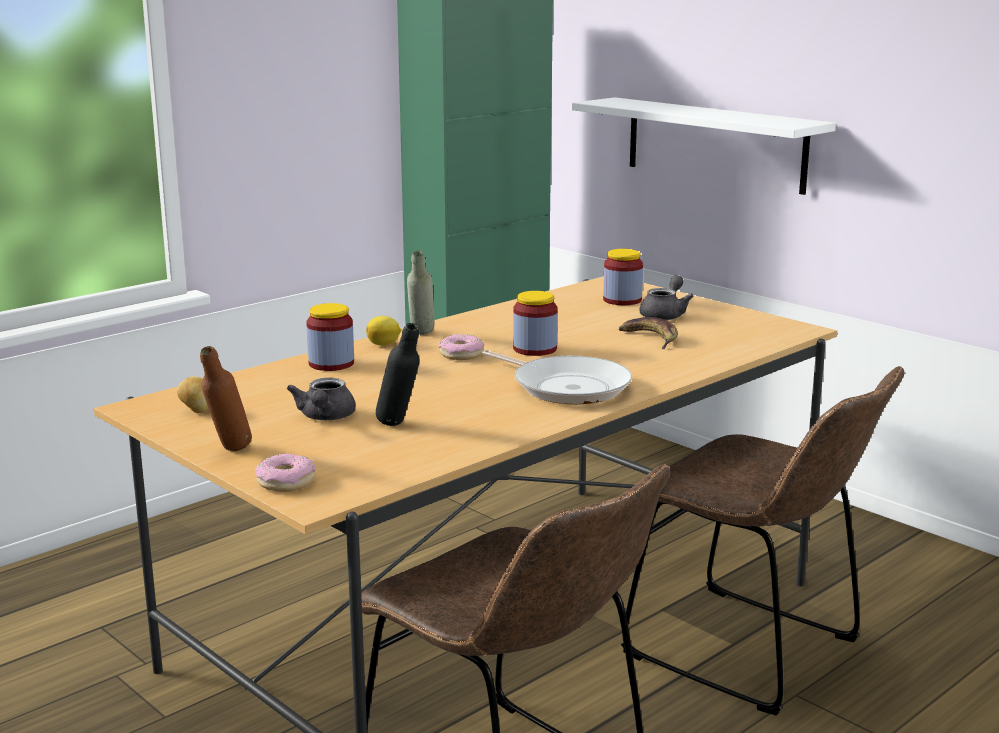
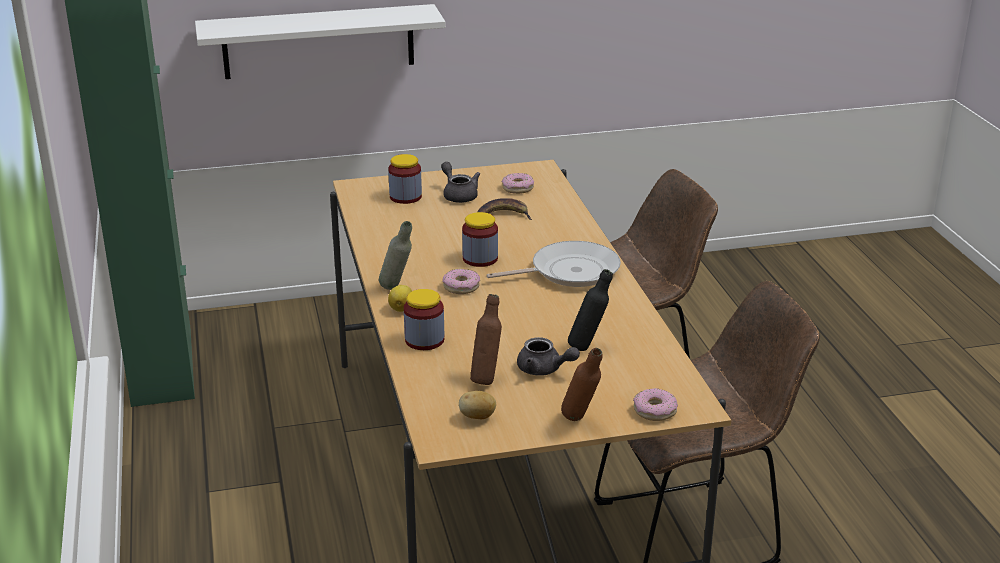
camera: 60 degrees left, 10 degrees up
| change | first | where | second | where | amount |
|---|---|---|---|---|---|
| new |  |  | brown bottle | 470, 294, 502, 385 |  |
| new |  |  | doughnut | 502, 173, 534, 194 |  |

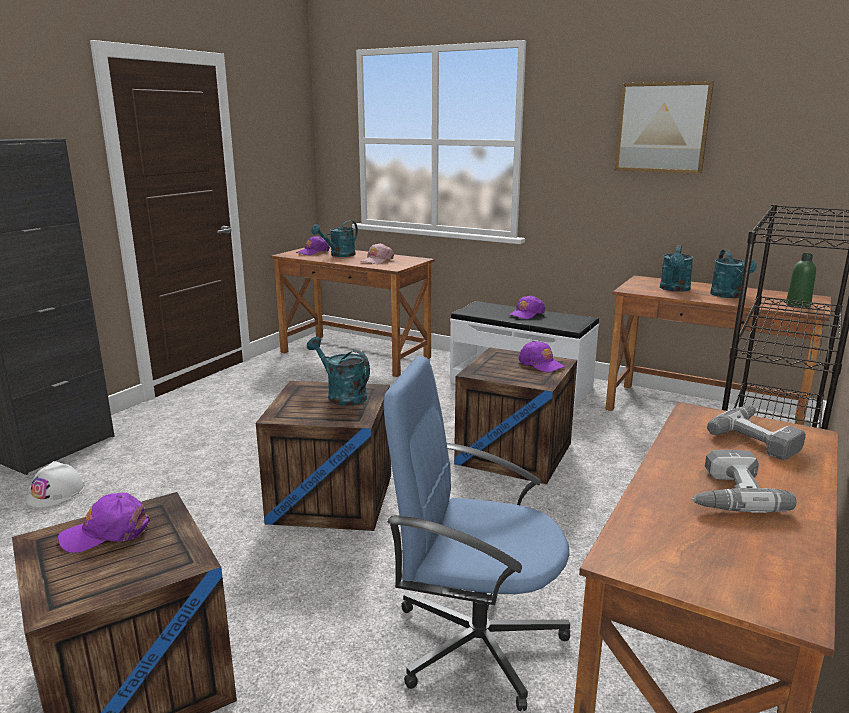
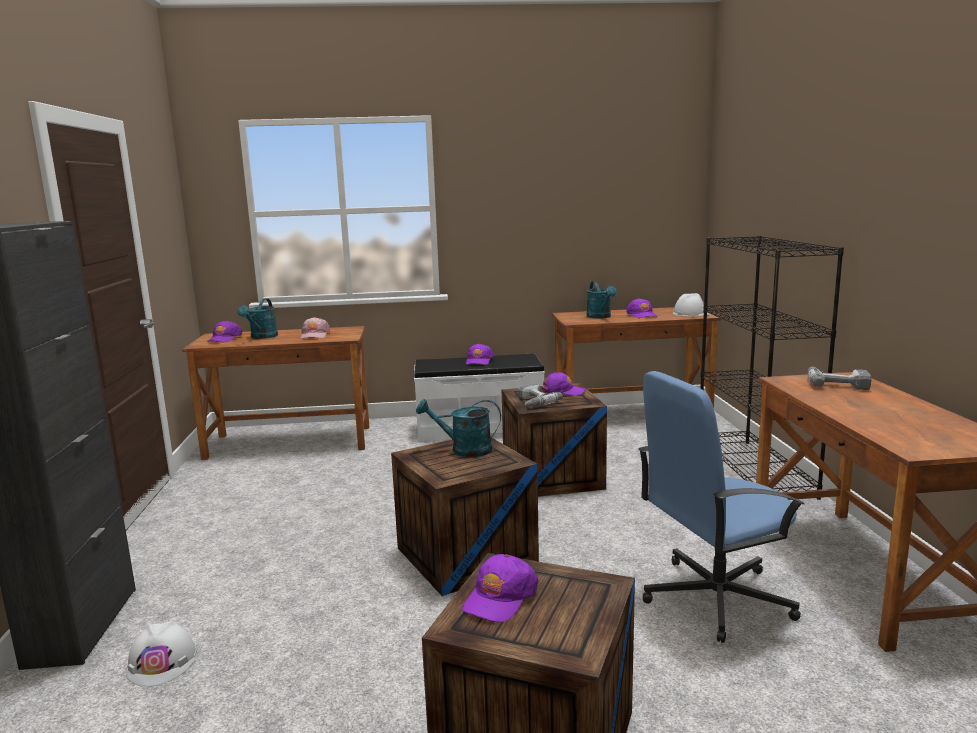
camera: 35 degrees left, 5 degrees down
| change | first | where | second | where | amount |
|---|---|---|---|---|---|
| shifted | power drill | 691, 450, 796, 513 |  | 518, 383, 563, 407 |  |
| swapped | turquoise-coloured watering pot | 710, 250, 757, 298 | purplish peaked cap | 626, 298, 657, 318 |  |
| swapped | greenish bottle | 786, 253, 816, 308 | white work helmet | 672, 293, 710, 317 |  |
| gone | wall art | 615, 81, 714, 174 |  |  |  |

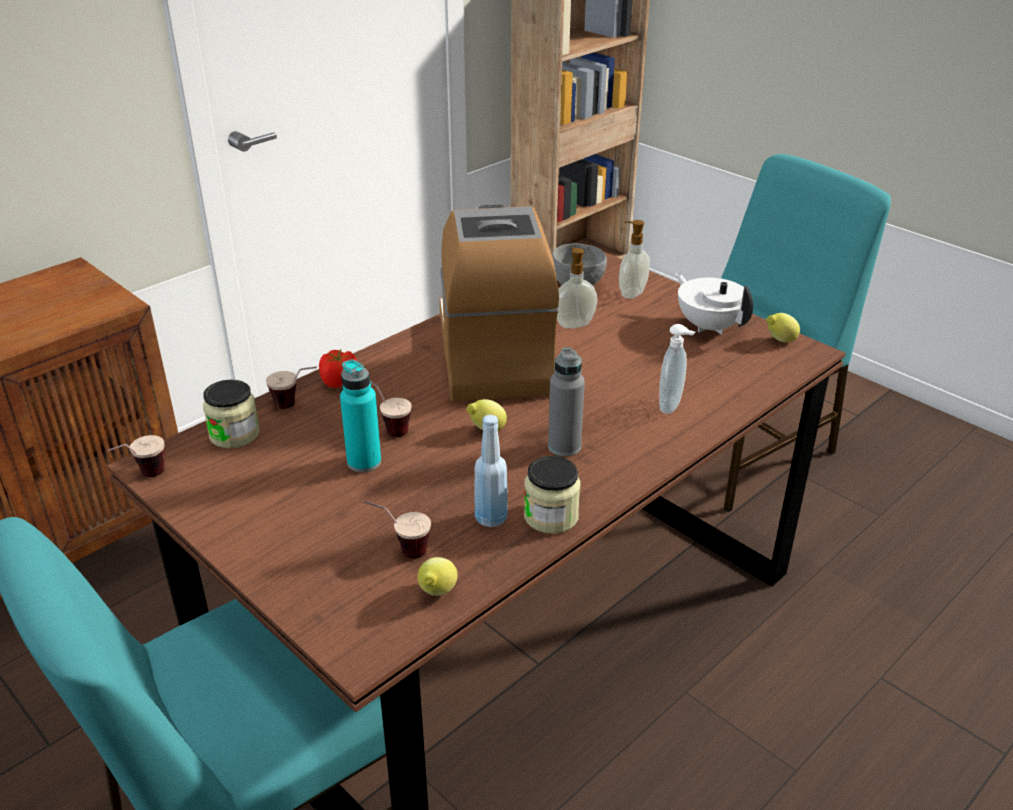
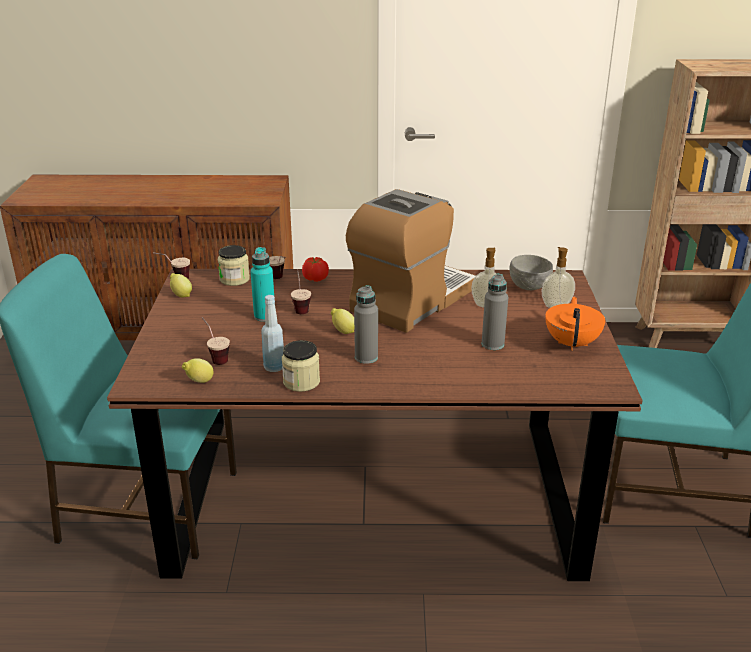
camera: 45 degrees right, 5 degrees down
| change | first | where | second | where | amount |
|---|---|---|---|---|---|
| shifted | whole lemon | 766, 313, 800, 343 |  | 170, 273, 192, 298 |  |
| new |  |  | gray bottle | 482, 274, 508, 350 |  |
| repainted | white teapot | 675, 273, 753, 334 | orange-coloured teapot | 545, 296, 605, 351 |  |
| gone | liquid soap bottle | 659, 324, 695, 414 |  |  |  |

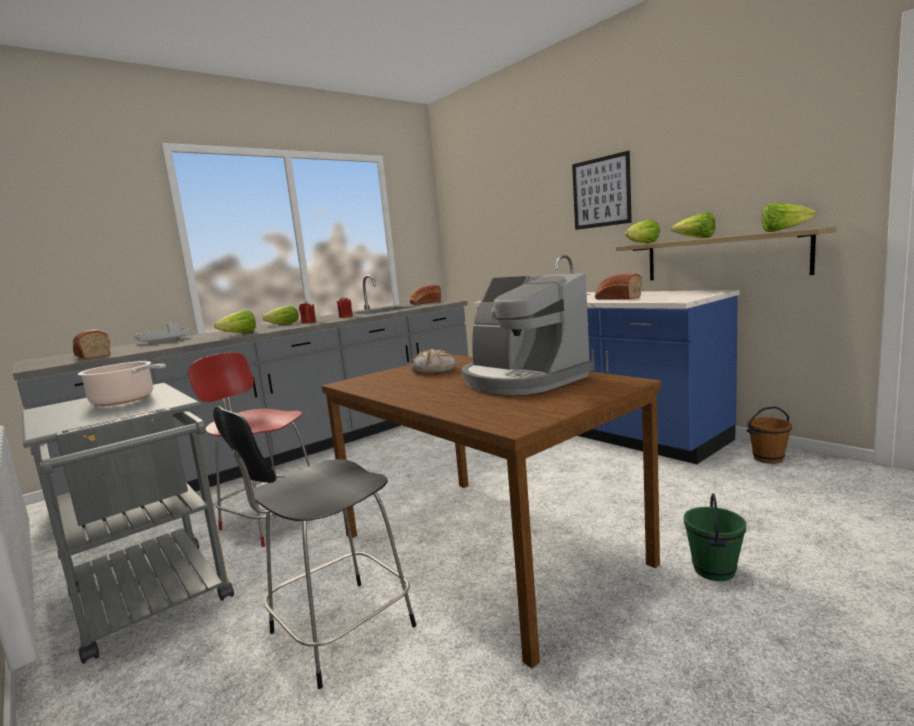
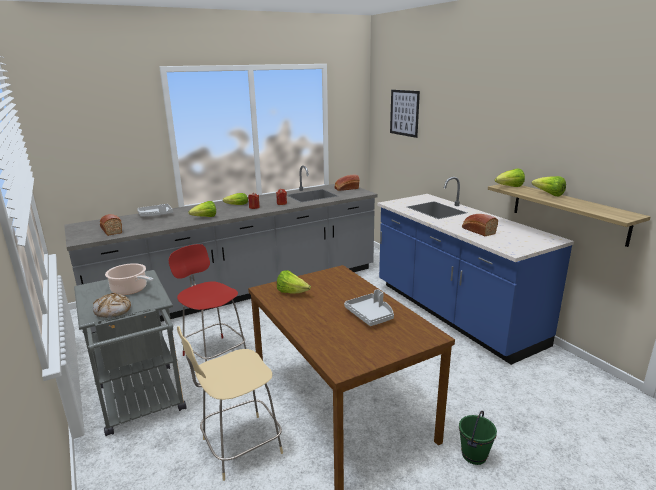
camera: 10 degrees right, 10 degrees up
| change | first | where | second | where | amount |
|---|---|---|---|---|---|
| shifted | bread | 411, 349, 456, 374 |  | 93, 293, 131, 318 |  |
| repainted | black chair | 213, 406, 416, 689 | beige-coloured chair | 177, 326, 283, 481 |  |
| shifted | lettuce head | 762, 203, 816, 232 |  | 277, 270, 311, 294 |  |
| swapped | coffee machine | 461, 273, 592, 395 | gray tray | 344, 289, 394, 326 |  |
| shifted | wall art | 572, 151, 632, 230 |  | 390, 90, 420, 138 |  |
| gone | brown bucket | 747, 406, 792, 464 |  |  |  |

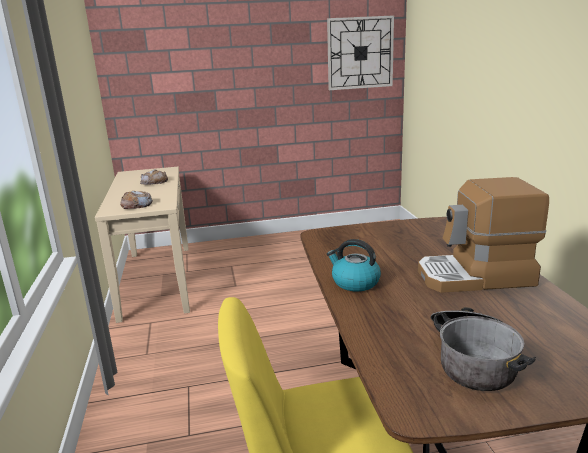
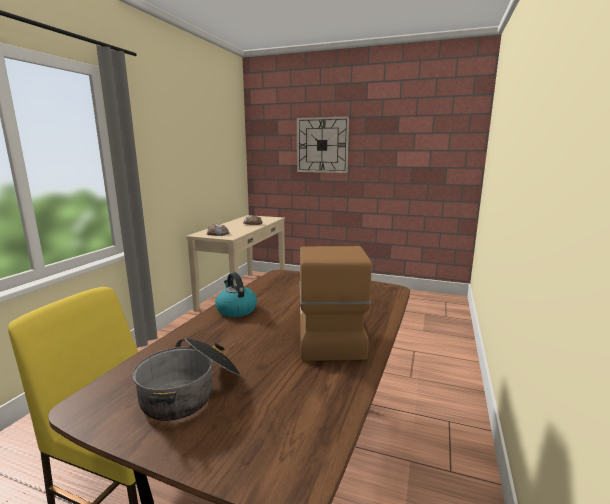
camera: 30 degrees right, 5 degrees down
| change | first | where | second | where | amount |
|---|---|---|---|---|---|
| shifted | hanging clock | 327, 15, 394, 90 |  | 297, 117, 349, 173 |  |
| rotated | coffee machine | 418, 177, 549, 293 |  | 299, 246, 372, 361 | 60 degrees clockwise |

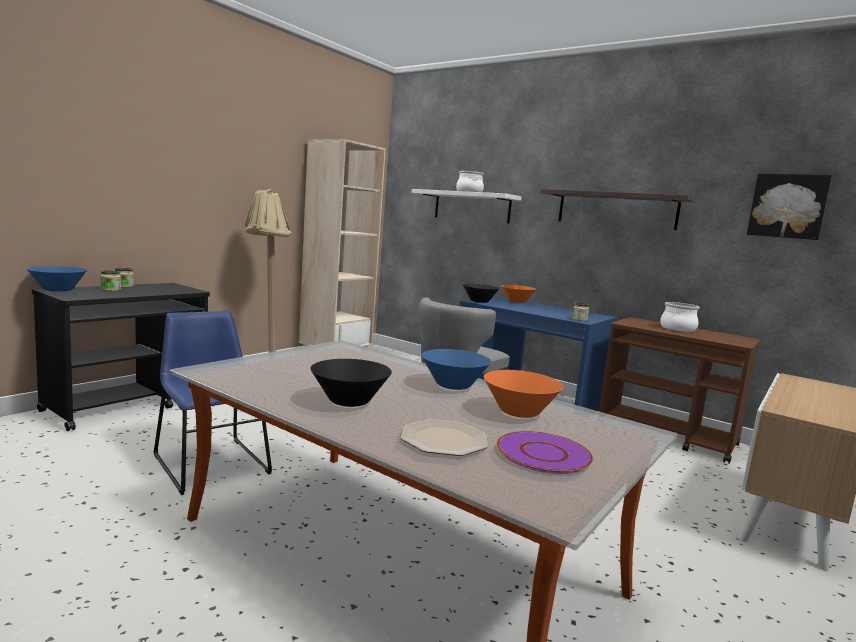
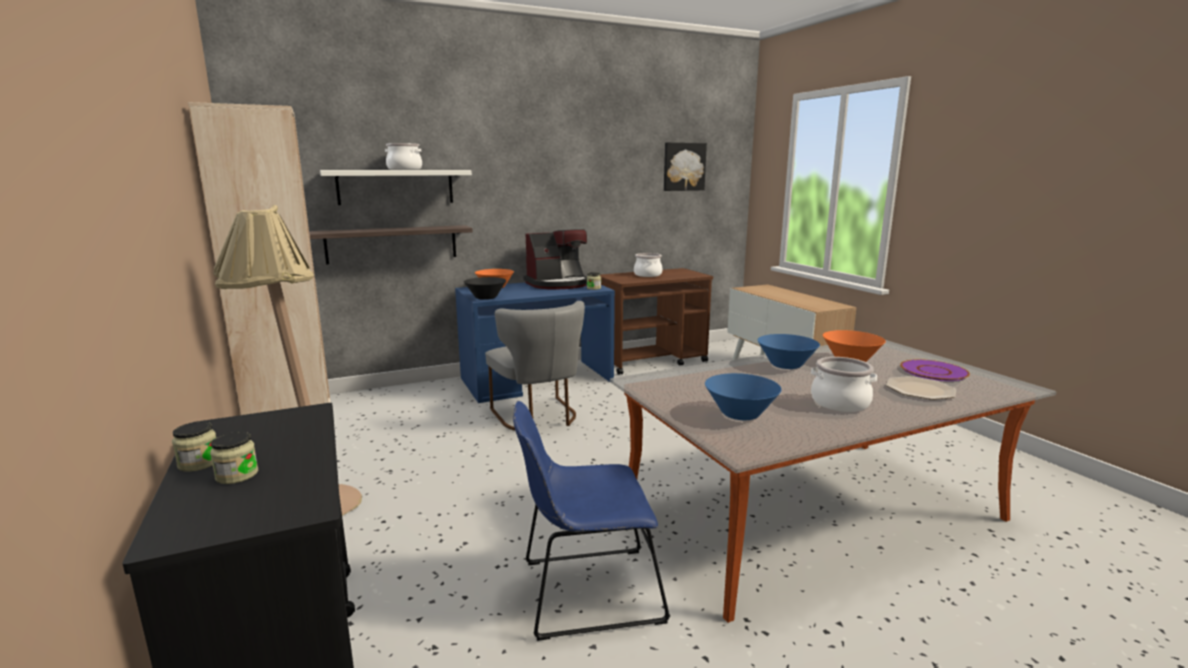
camera: 60 degrees left, 5 degrees up
| change | first | where | second | where | amount |
|---|---|---|---|---|---|
| shifted | bracket shelf | 540, 189, 695, 230 |  | 309, 225, 473, 264 |  |
| new |  |  | coffee machine | 524, 229, 587, 289 |  |
| shifted | blue-coloured deep dish | 27, 266, 87, 291 |  | 705, 373, 782, 420 |  |
| swapped | black deep dish | 310, 359, 392, 407 | saucepot | 811, 357, 877, 412 |  |

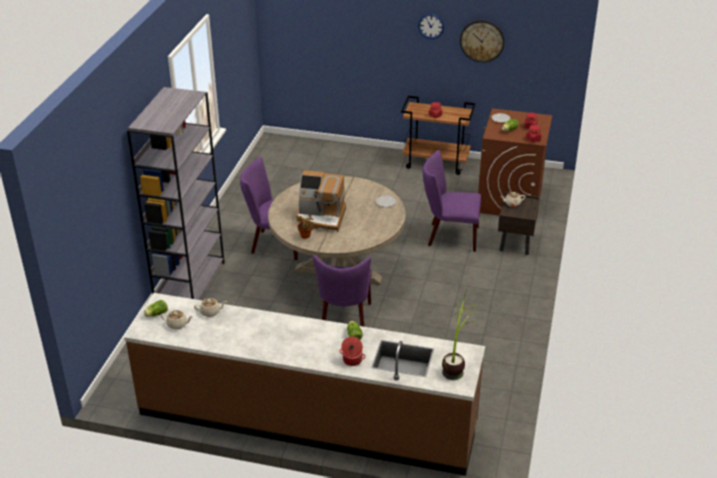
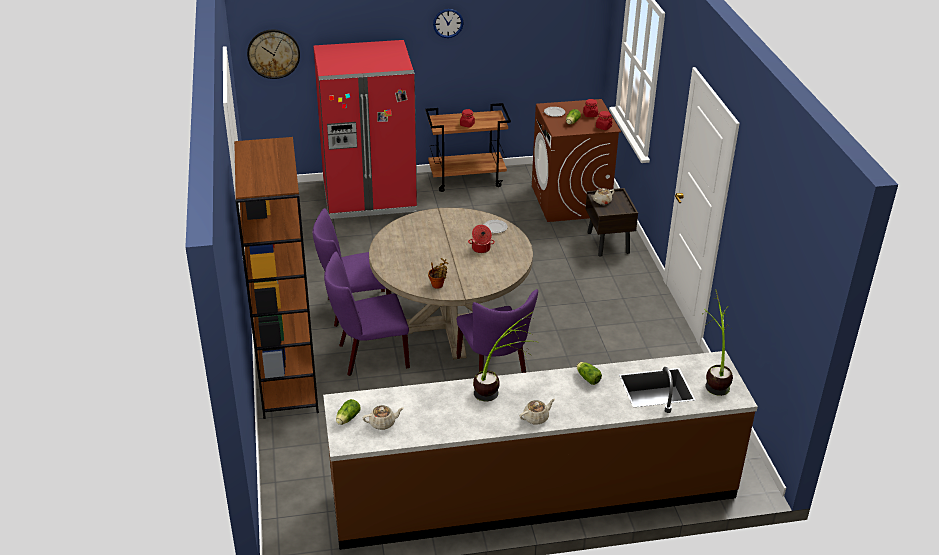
camera: 25 degrees left, 0 degrees up
| change | first | where | second | where | amount |
|---|---|---|---|---|---|
| repainted | gray shelving unit | 127, 87, 225, 300 | brown shelving unit | 234, 137, 319, 419 |  |
| shifted | hanging clock | 460, 20, 504, 63 |  | 247, 30, 300, 79 |  |
| new |  |  | reddish kitchen fridge | 313, 40, 417, 219 |  |
| shifted | purplish chair | 423, 150, 481, 252 |  | 324, 252, 410, 376 |  |
| shifted | saucepot | 340, 337, 365, 366 |  | 468, 225, 495, 253 |  |
| new |  |  | plant in a pot | 473, 311, 536, 401 |  |
| shifted | beige-coloured teapot | 194, 298, 227, 317 |  | 520, 399, 555, 425 |  |
| gone | coffee machine | 296, 170, 346, 232 |  |  |  |

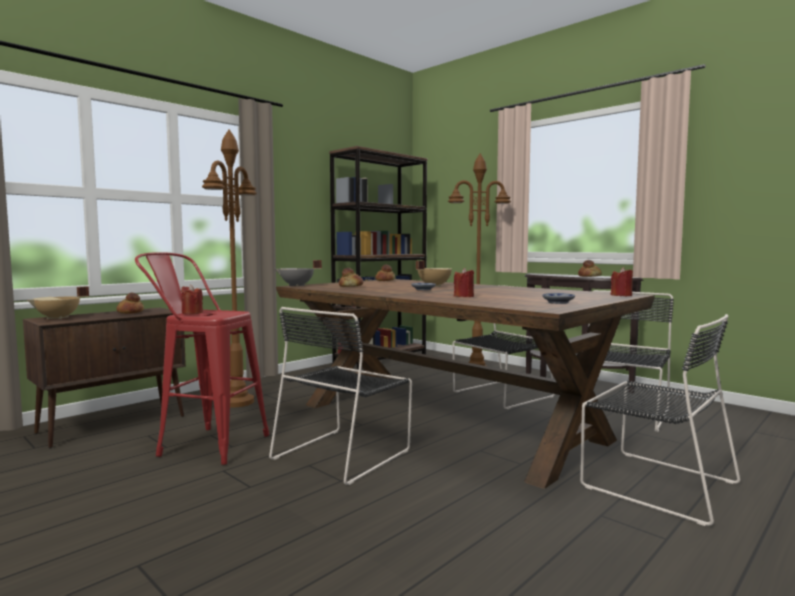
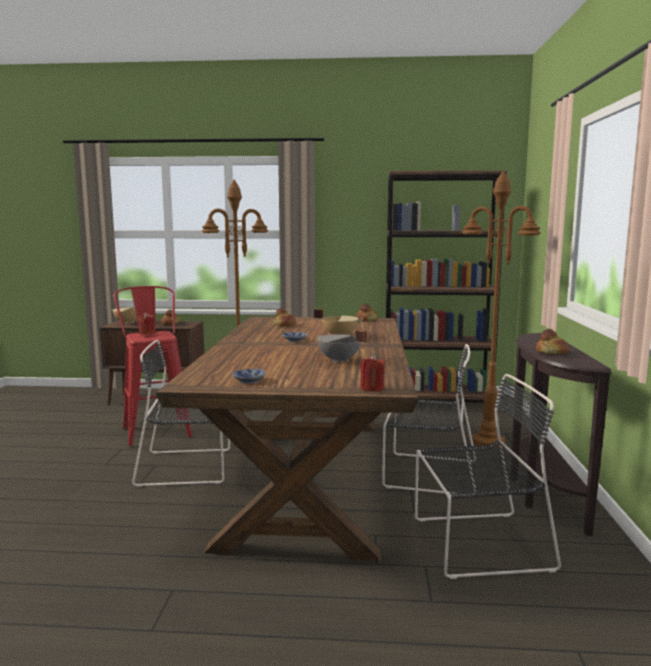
camera: 50 degrees right, 5 degrees up
| change | first | where | second | where | amount |
|---|---|---|---|---|---|
| shifted | gray saucepot | 275, 260, 322, 287 |  | 317, 330, 367, 362 |  |
| gone | reddish candle | 454, 268, 474, 297 |  |  |  |
| gone | black chair | 580, 314, 740, 526 |  |  |  |

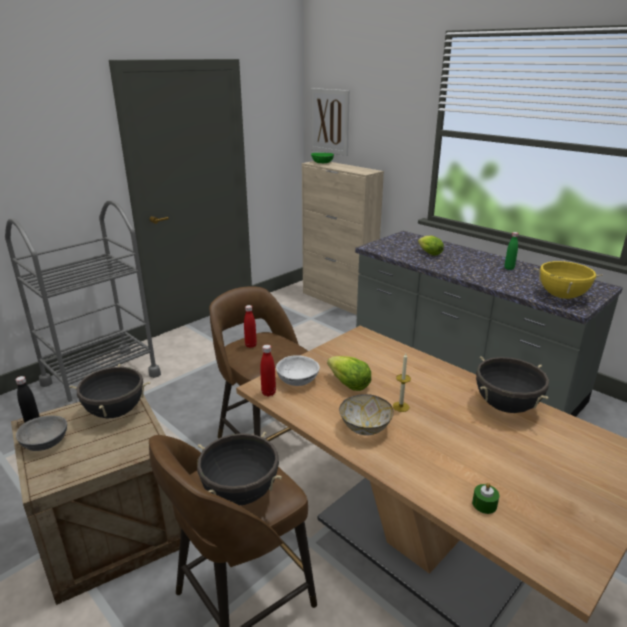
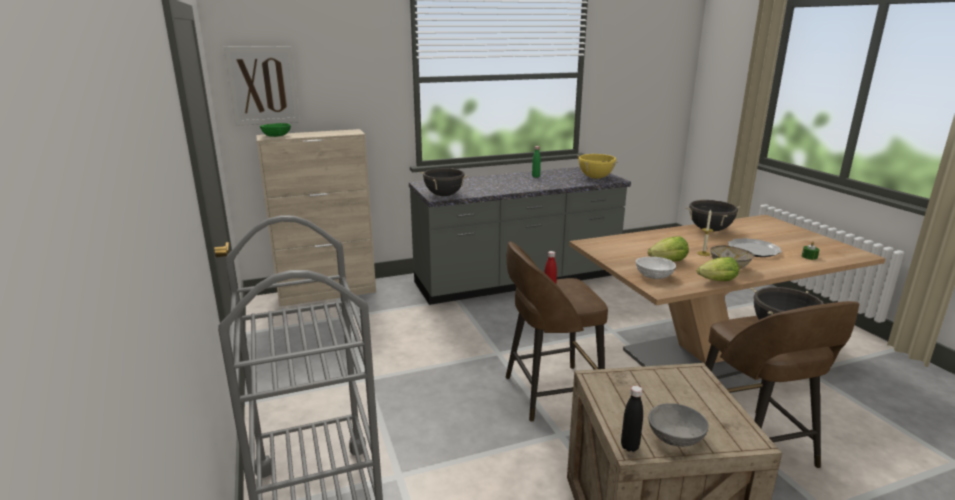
camera: 65 degrees left, 5 degrees down
| change | first | where | second | where | amount |
|---|---|---|---|---|---|
| shifted | black saucepot | 69, 364, 150, 418 |  | 420, 168, 468, 196 |  |
| shifted | lettuce head | 418, 236, 444, 256 |  | 697, 257, 739, 281 |  |
| new |  |  | flat dish | 728, 238, 782, 257 |  |
| gone | reddish bottle | 260, 345, 276, 397 |  |  |  |

